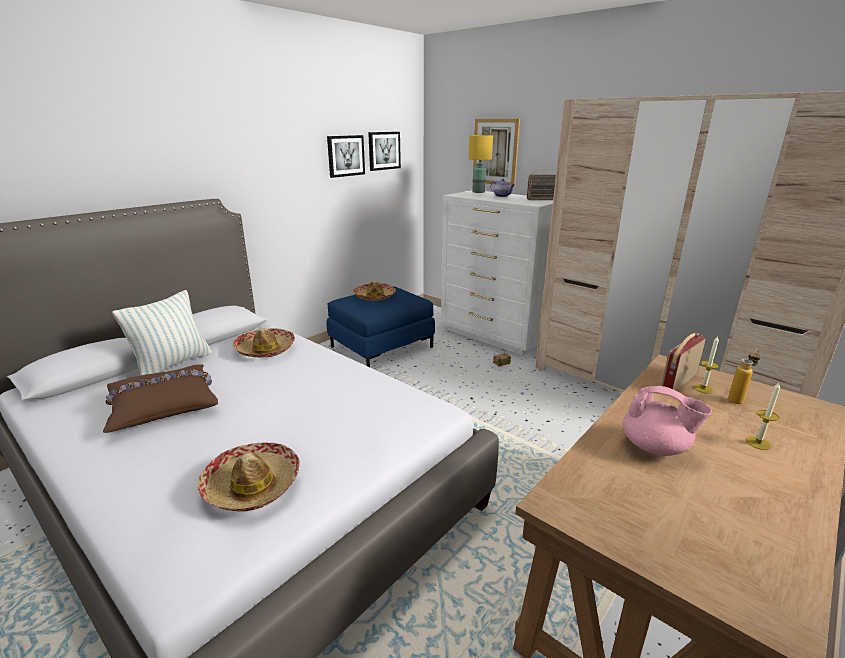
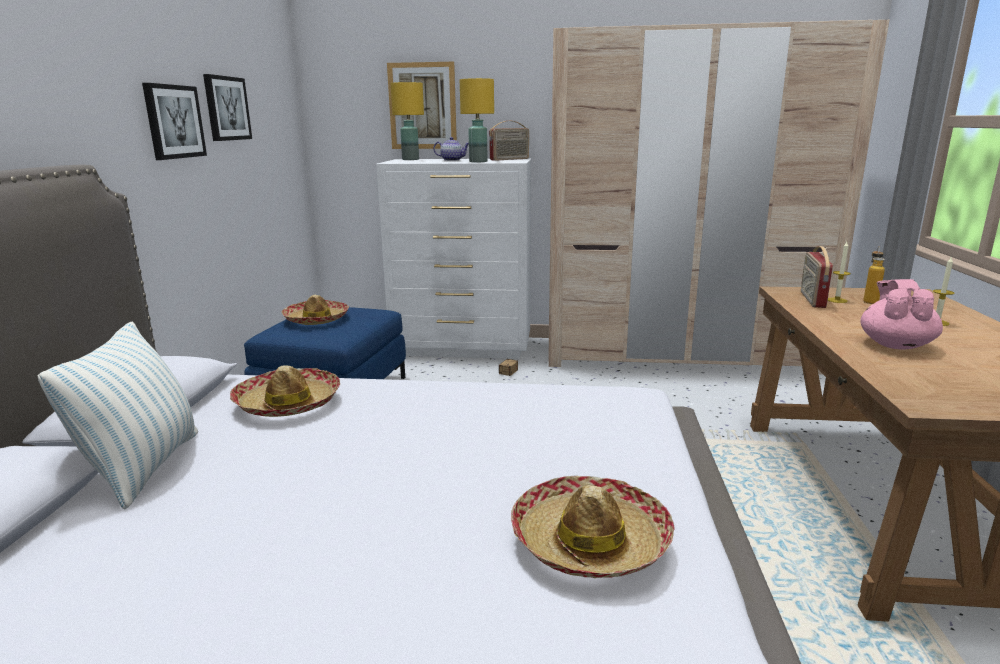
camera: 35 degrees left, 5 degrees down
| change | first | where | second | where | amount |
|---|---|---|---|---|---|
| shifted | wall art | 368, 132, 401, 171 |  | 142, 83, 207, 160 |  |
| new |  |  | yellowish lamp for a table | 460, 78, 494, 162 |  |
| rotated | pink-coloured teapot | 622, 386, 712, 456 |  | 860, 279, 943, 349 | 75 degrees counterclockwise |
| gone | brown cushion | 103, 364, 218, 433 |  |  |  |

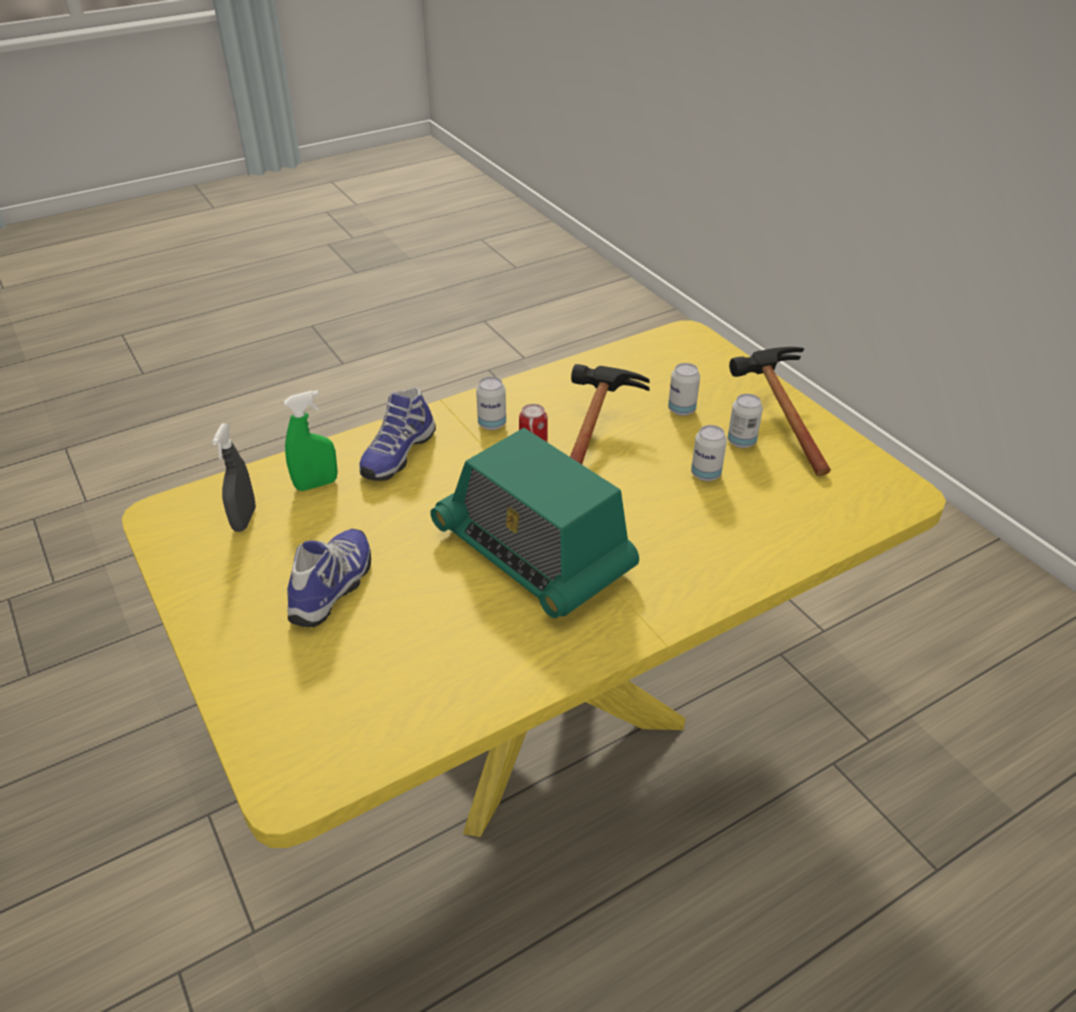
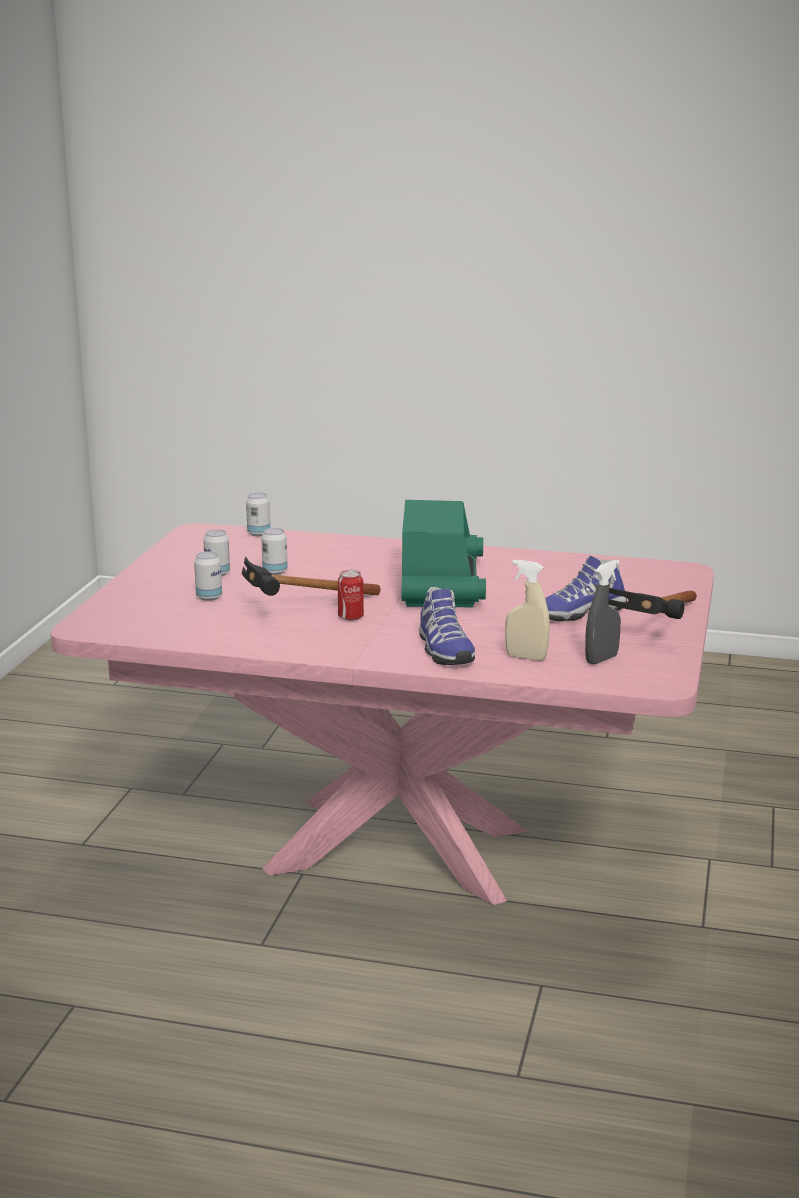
camera: 135 degrees left, 20 degrees down
| change | first | where | second | where | amount |
|---|---|---|---|---|---|
| repainted | yellowish dining table | 122, 320, 946, 848 | pink-coloured dining table | 51, 523, 714, 905 |  |
| shifted | metal can | 476, 377, 506, 430 |  | 246, 493, 270, 536 |  |
| rotated | low shoe | 359, 387, 436, 481 |  | 419, 587, 475, 665 | 90 degrees clockwise |
| repainted | greenish spray bottle | 284, 390, 338, 491 | beige-coloured spray bottle | 505, 560, 550, 661 |  |
| shifted | hand hammer | 729, 347, 831, 476 |  | 608, 588, 697, 619 |  |

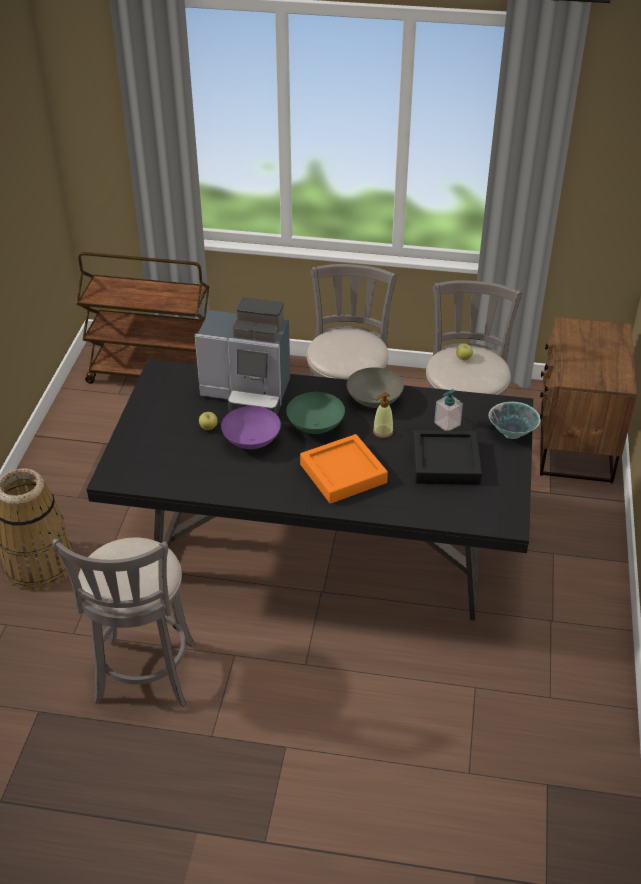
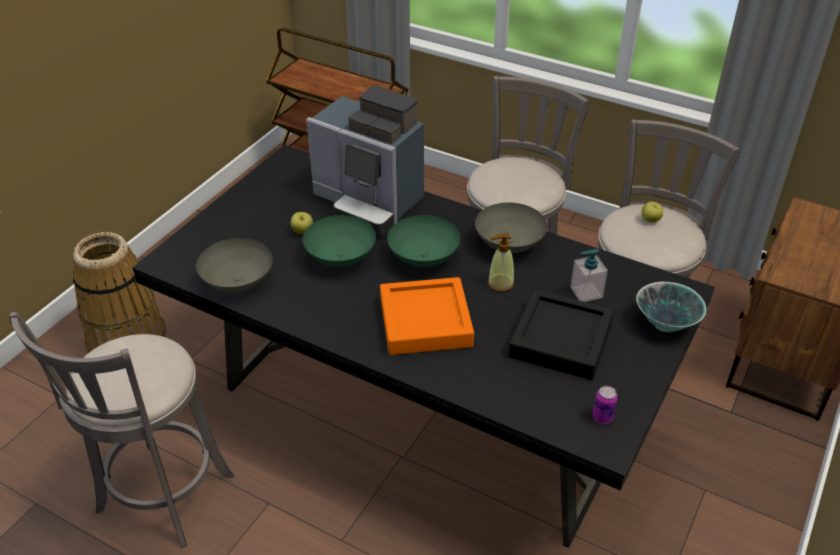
camera: 20 degrees right, 0 degrees up
| change | first | where | second | where | amount |
|---|---|---|---|---|---|
| new |  |  | gray deep dish | 196, 238, 273, 293 |  |
| repainted | purplish deep dish | 221, 406, 281, 449 | greenish deep dish | 303, 215, 376, 267 |  |
| new |  |  | metal can | 593, 386, 618, 424 |  |

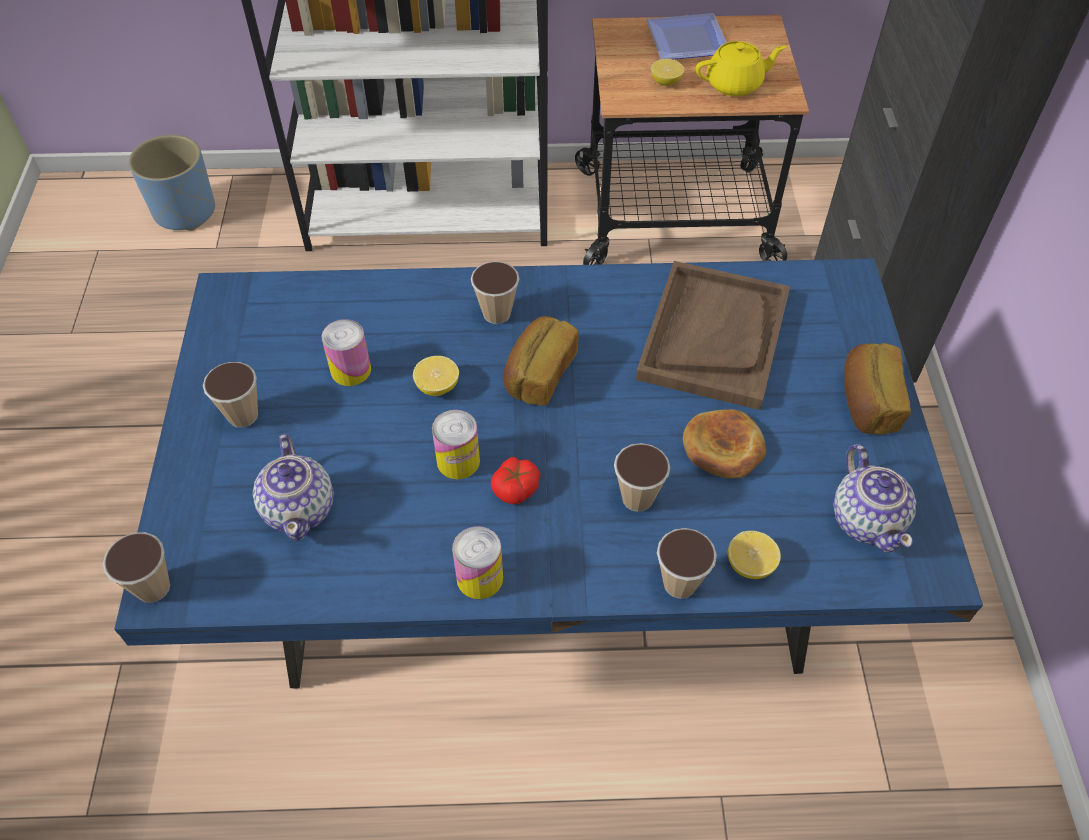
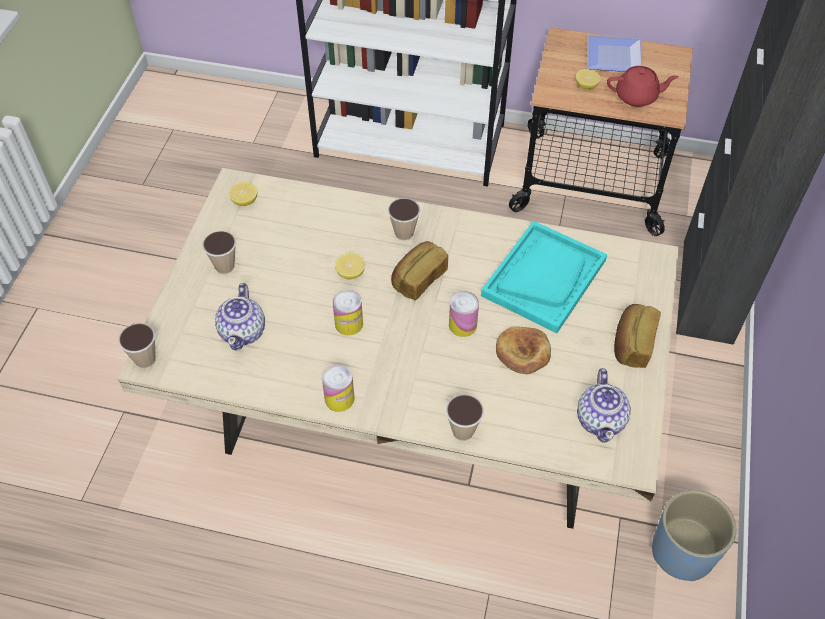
camera: 15 degrees right, 0 degrees up
| change | first | where | second | where | amount |
|---|---|---|---|---|---|
| repainted | blue-coloured dining table | 114, 259, 983, 688 | beige-coloured dining table | 117, 168, 679, 529 |  |
| shifted | whole lemon | 728, 531, 781, 579 |  | 229, 182, 257, 206 |  |
| shifted | metal can | 321, 319, 371, 386 |  | 449, 291, 479, 337 |  |
| repainted | brown tray | 636, 261, 790, 410 | turquoise-coloured tray | 481, 221, 607, 333 |  |
| repainted | yellowish teapot | 696, 41, 786, 96 | reddish teapot | 607, 66, 679, 107 |  |
| shifted | blue-coloured plant pot | 129, 135, 215, 231 |  | 652, 490, 736, 581 |  |
| gone | whole tomato | 491, 457, 540, 504 |  |  |  |
| gone | cup | 614, 443, 670, 512 |  |  |  |

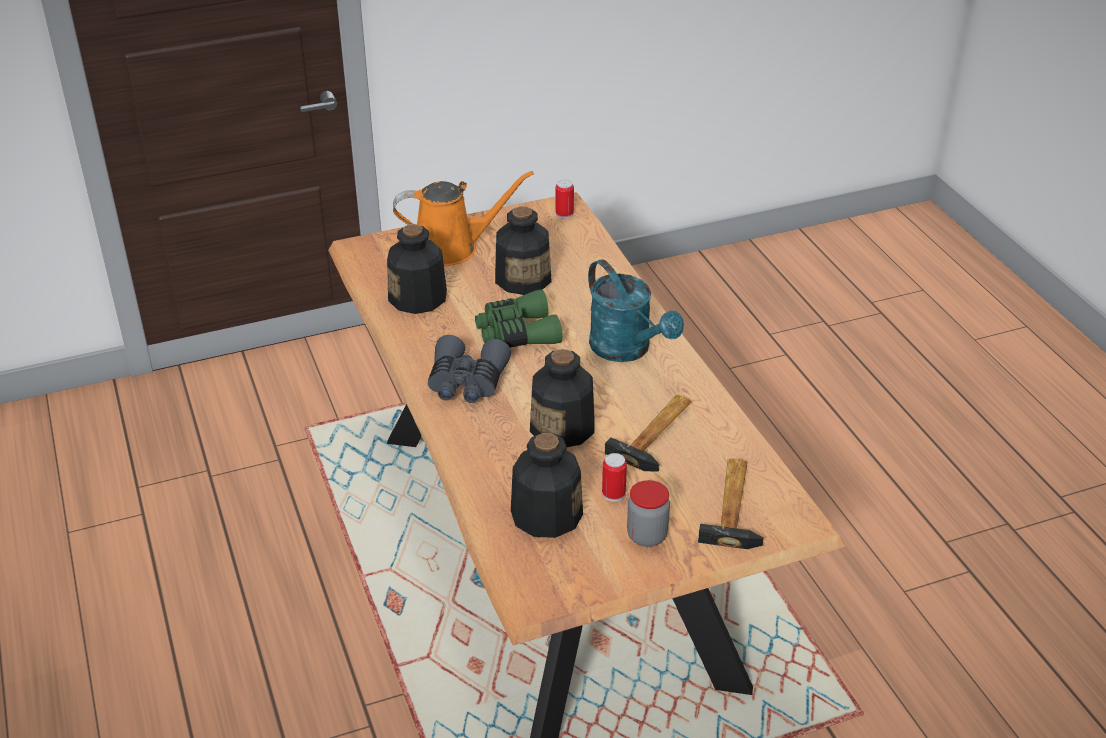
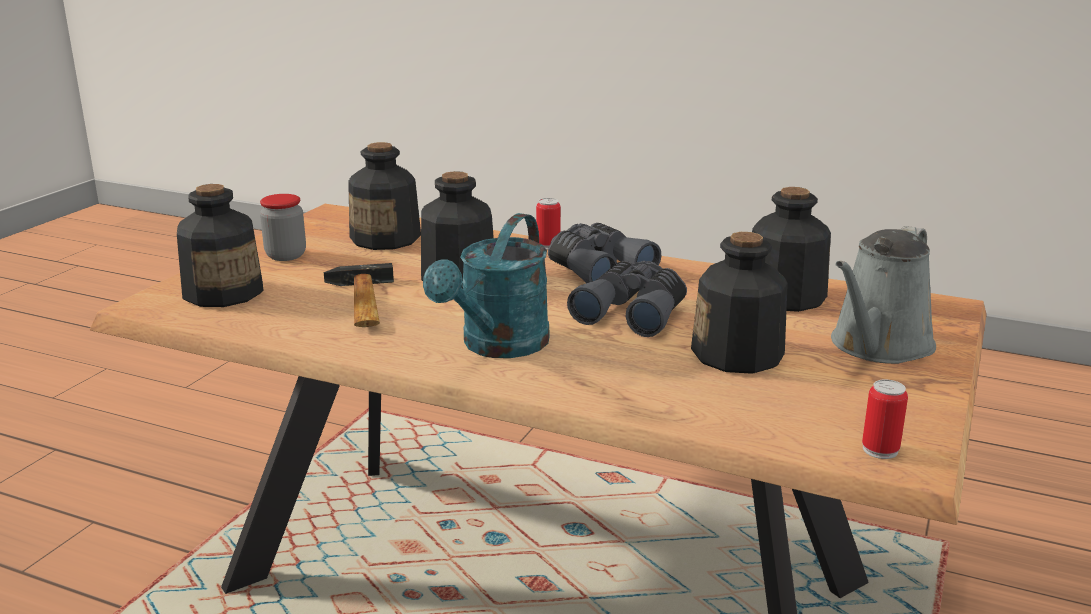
camera: 135 degrees right, 15 degrees down
| change | first | where | second | where | amount |
|---|---|---|---|---|---|
| swapped | hand hammer | 698, 459, 763, 549 | bottle | 177, 184, 263, 307 |  |
| rotated | turquoise-coloured watering pot | 588, 259, 684, 362 |  | 423, 213, 550, 358 | 75 degrees counterclockwise |
| shifted | metal can | 602, 453, 627, 502 |  | 536, 198, 561, 250 |  |
| repainted | greenish field glasses | 475, 289, 563, 348 | gray field glasses | 567, 261, 687, 337 |  |
| repainted | orange-coloured watering pot | 393, 171, 534, 266 | gray watering pot | 831, 226, 936, 364 |  |

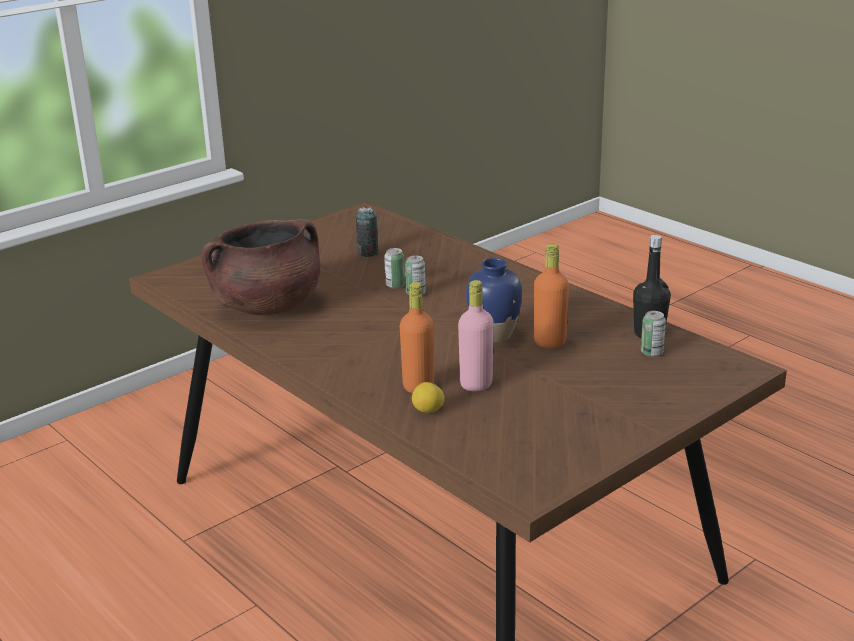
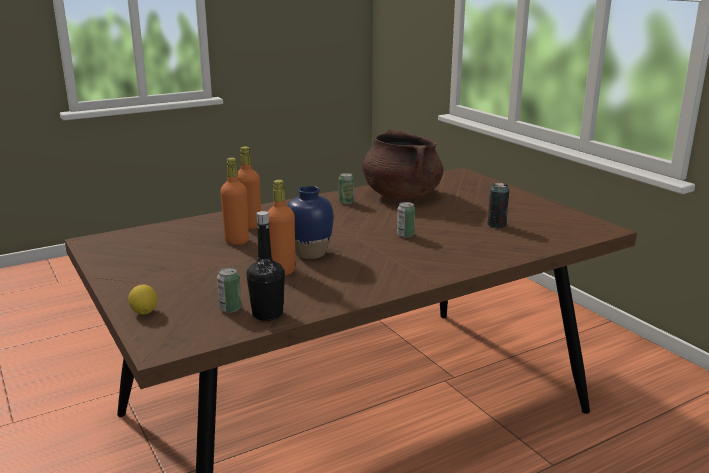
camera: 100 degrees right, 5 degrees down
| change | first | where | second | where | amount |
|---|---|---|---|---|---|
| shifted | whole lemon | 412, 382, 445, 413 |  | 128, 284, 157, 315 |  |
| repainted | pink-coloured bottle | 458, 280, 494, 391 | orange-coloured bottle | 220, 157, 249, 245 |  |
| shifted | metal can | 384, 248, 405, 289 |  | 339, 173, 354, 204 |  |

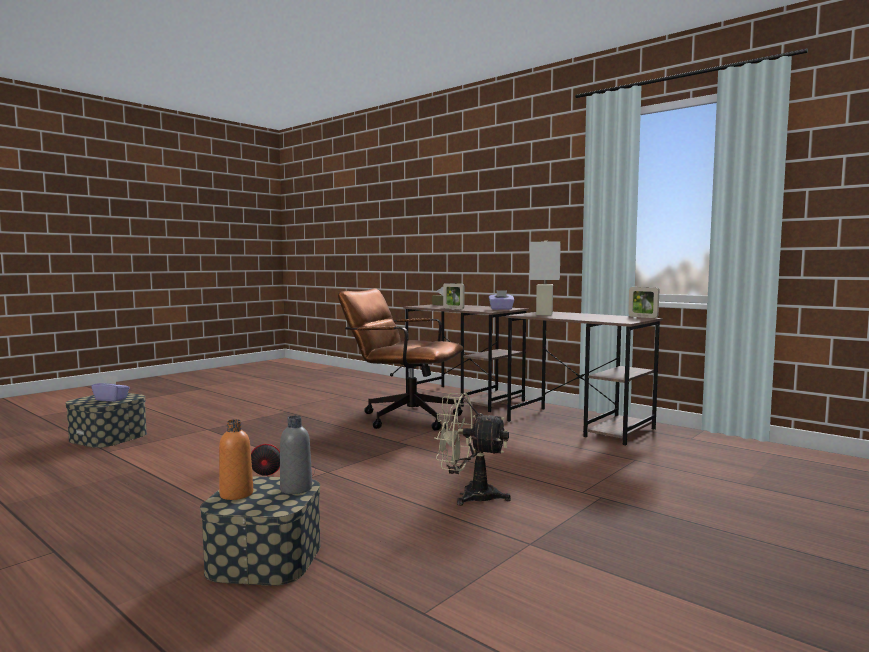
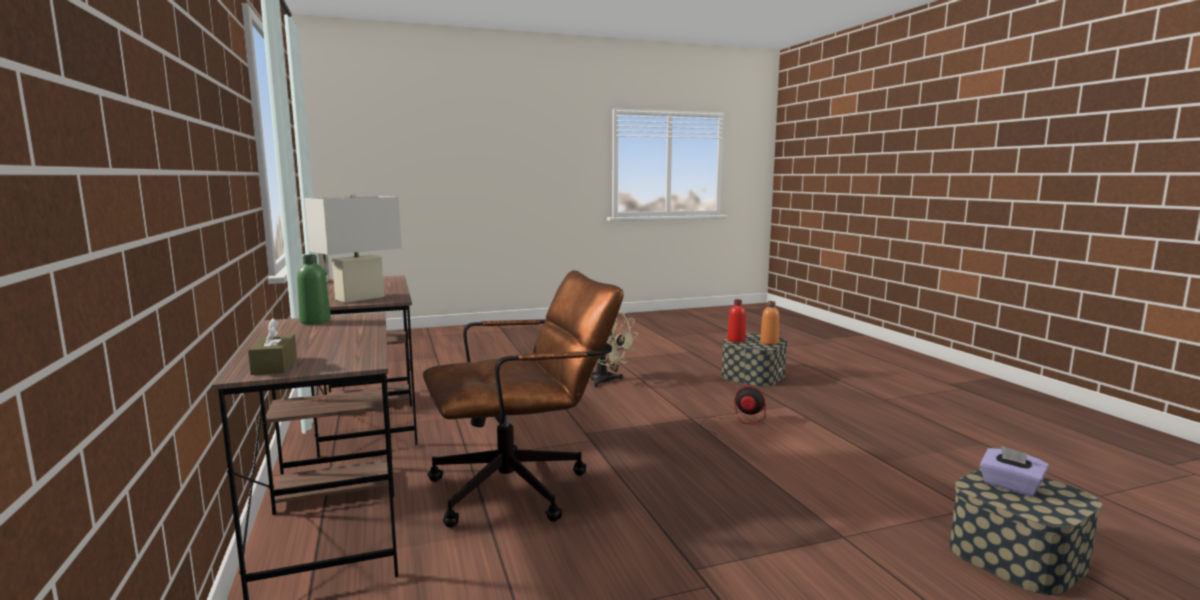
camera: 150 degrees left, 5 degrees up
| change | first | where | second | where | amount |
|---|---|---|---|---|---|
| swapped | purplish tissue box | 489, 290, 514, 310 | greenish bottle | 297, 254, 331, 324 |  |
| rotated | brown desk chair | 338, 288, 464, 431 |  | 423, 270, 624, 528 | 75 degrees counterclockwise |
| repainted | gray bottle | 280, 416, 312, 494 | reddish bottle | 727, 299, 746, 342 |  |
| gone | standing frame | 443, 283, 464, 309 |  |  |  |

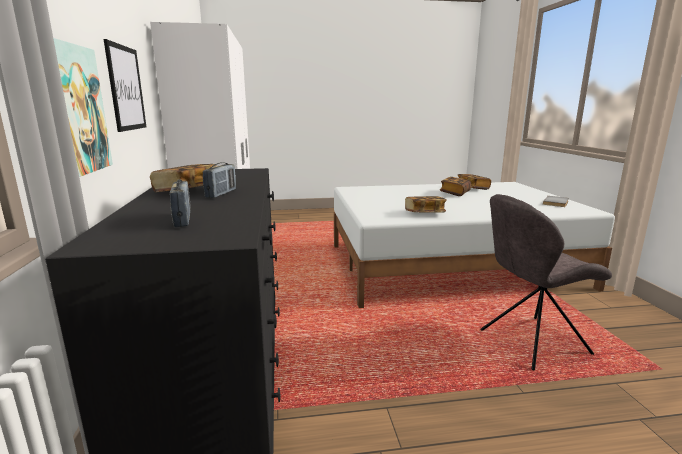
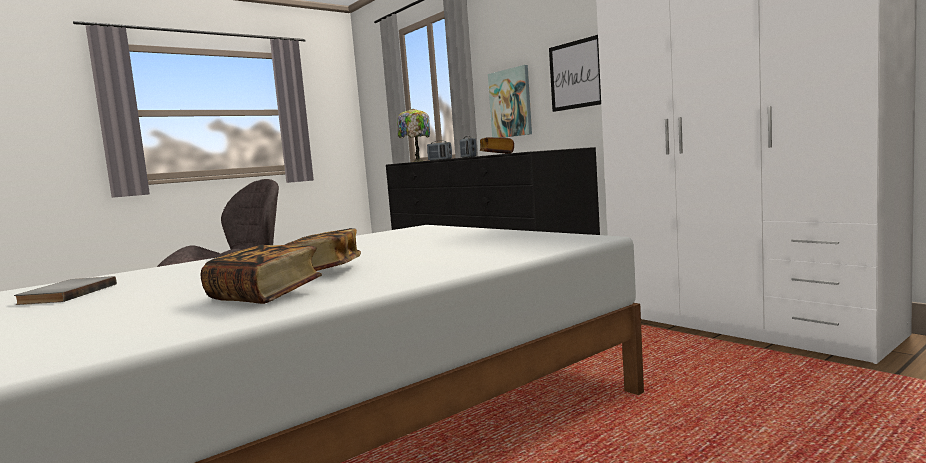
camera: 150 degrees right, 10 degrees down
| change | first | where | second | where | amount |
|---|---|---|---|---|---|
| new |  |  | lamp for a table | 398, 109, 430, 162 |  |
| gone | book | 405, 196, 447, 213 |  |  |  |

